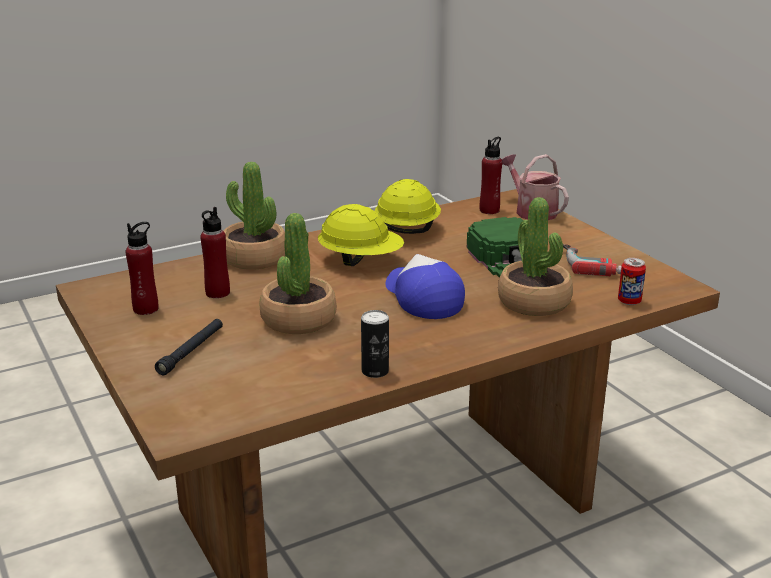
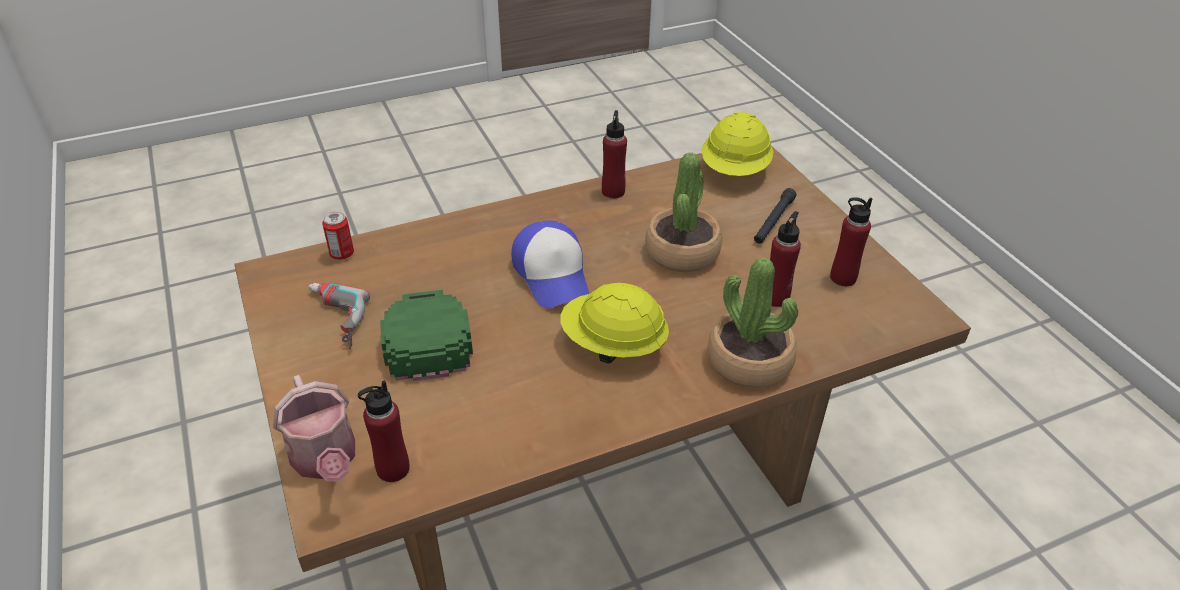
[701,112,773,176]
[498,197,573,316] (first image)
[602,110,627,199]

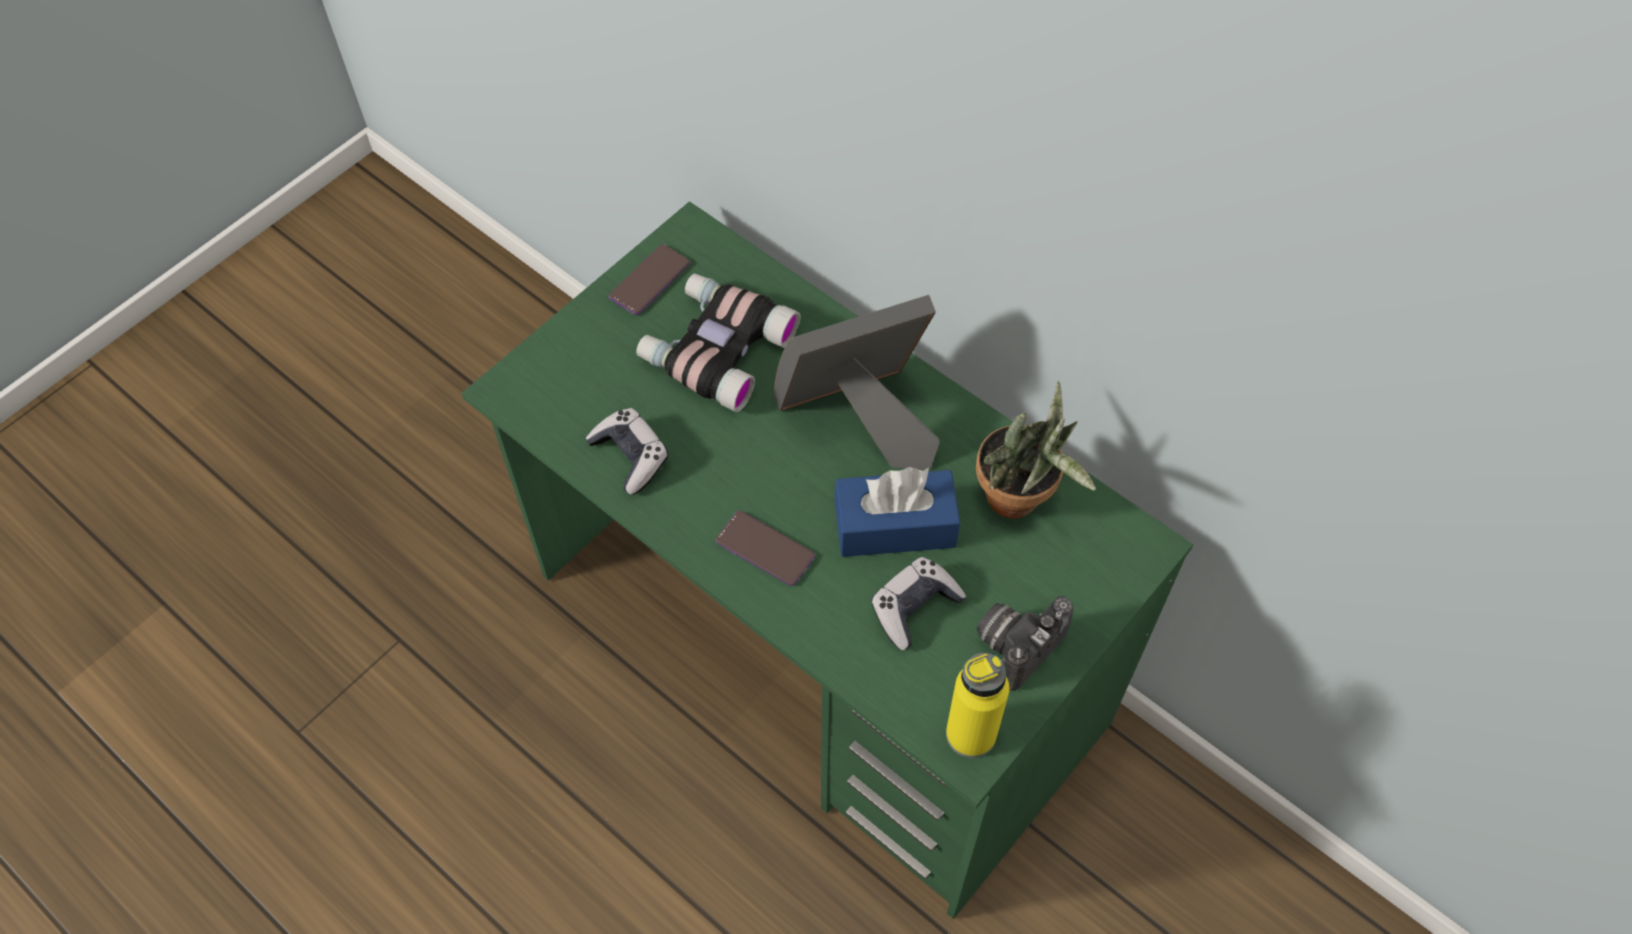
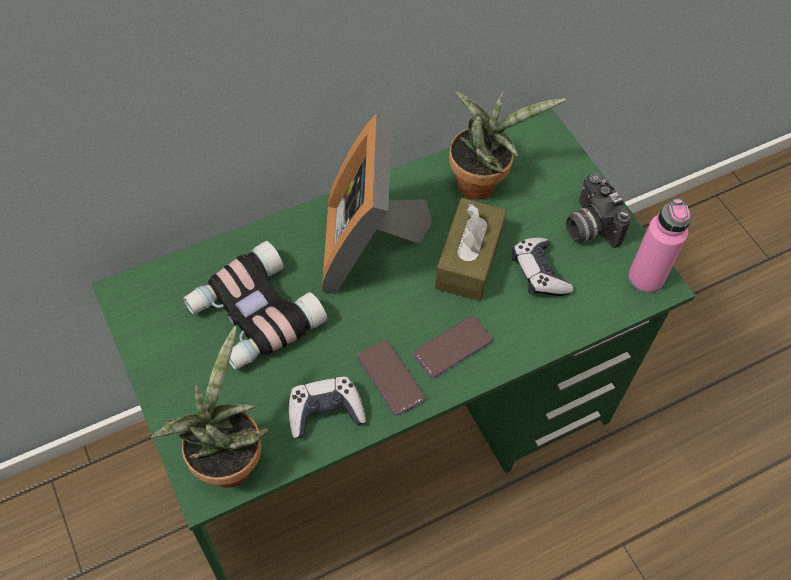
[358,340,425,415]
[435,198,507,301]
[628,199,692,294]
[150,326,268,488]

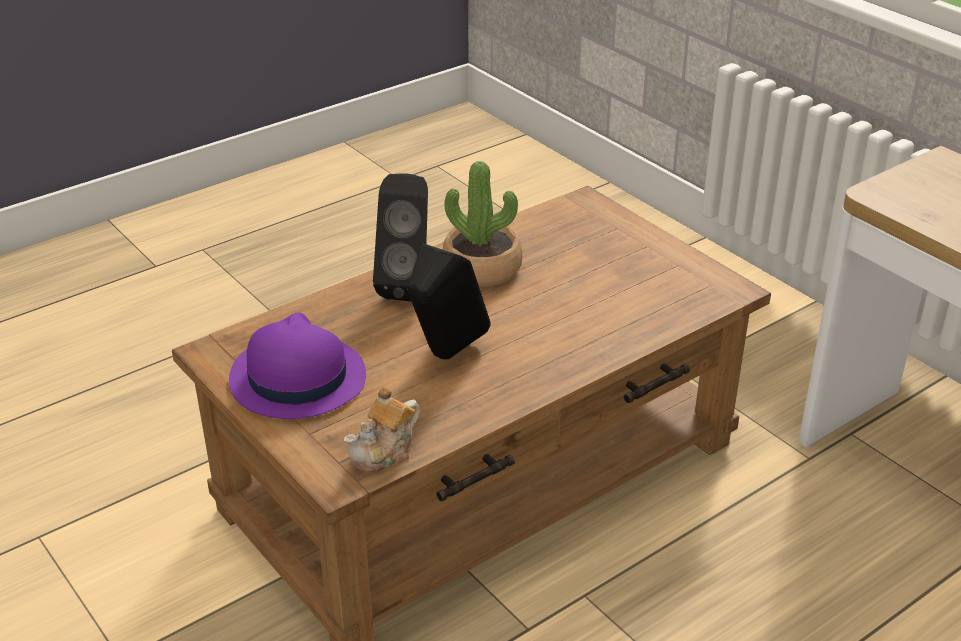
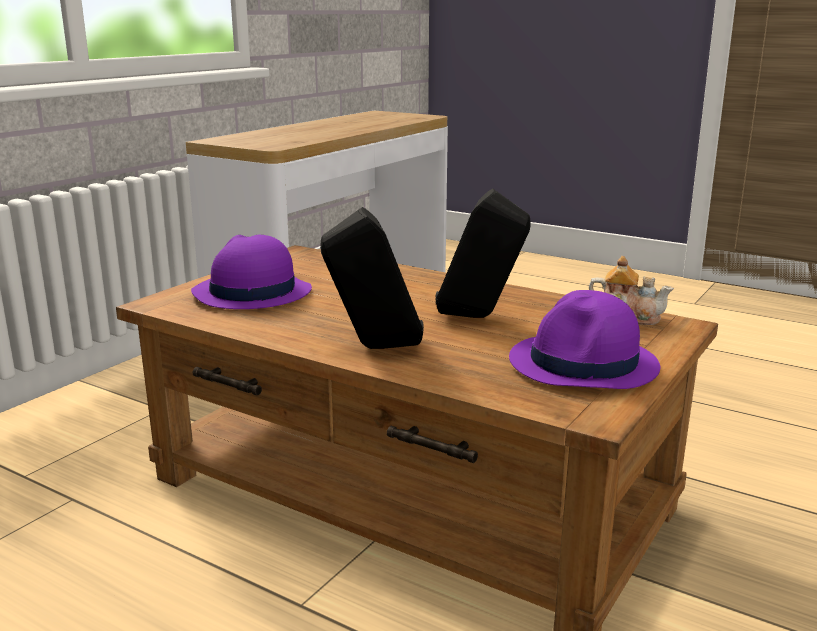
[443,161,522,286] (first image)
[191,235,312,309]

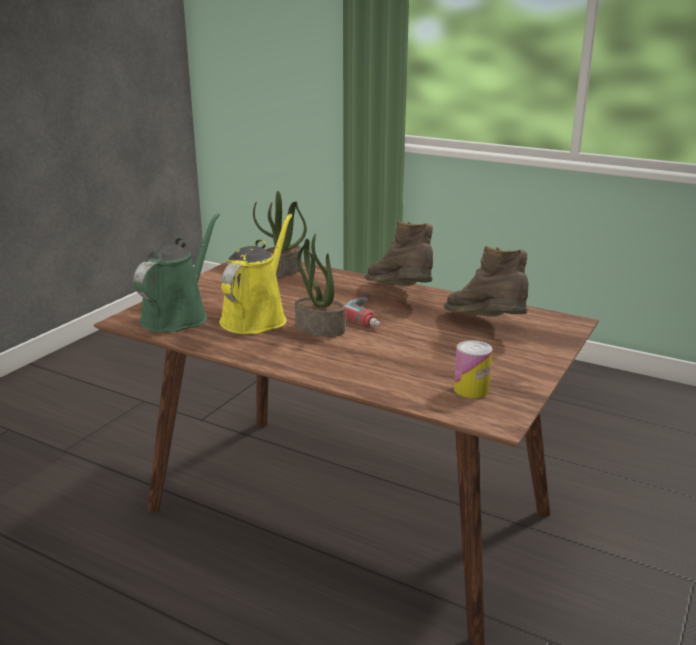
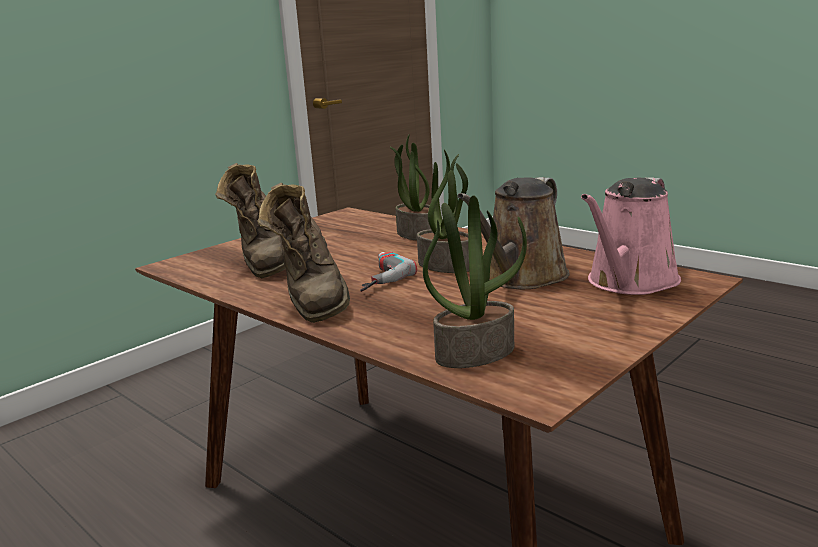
[581,177,681,295]
[457,177,570,289]
[454,340,492,398] (first image)
[390,135,431,241]

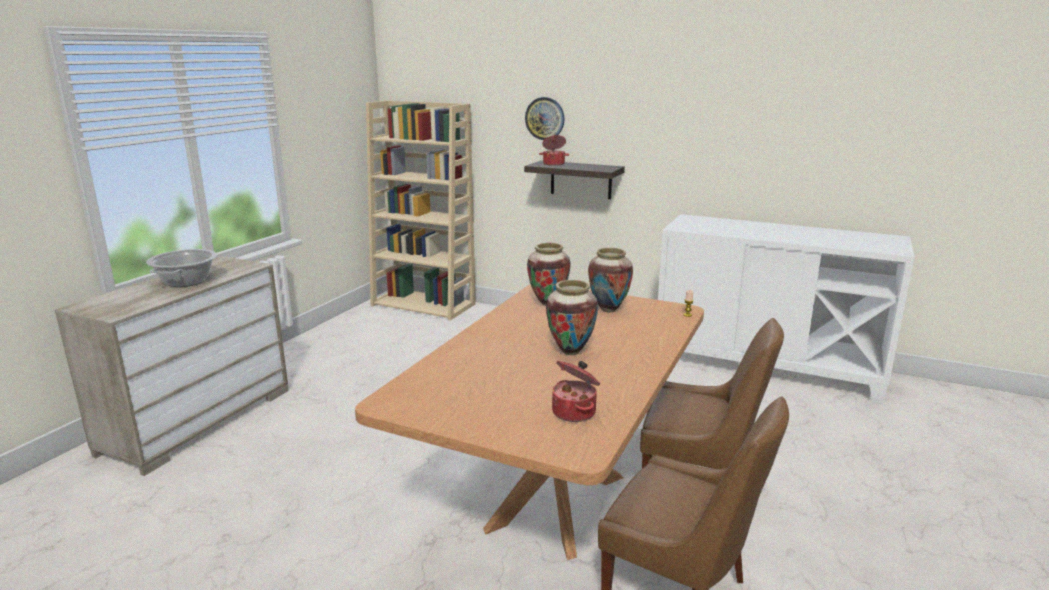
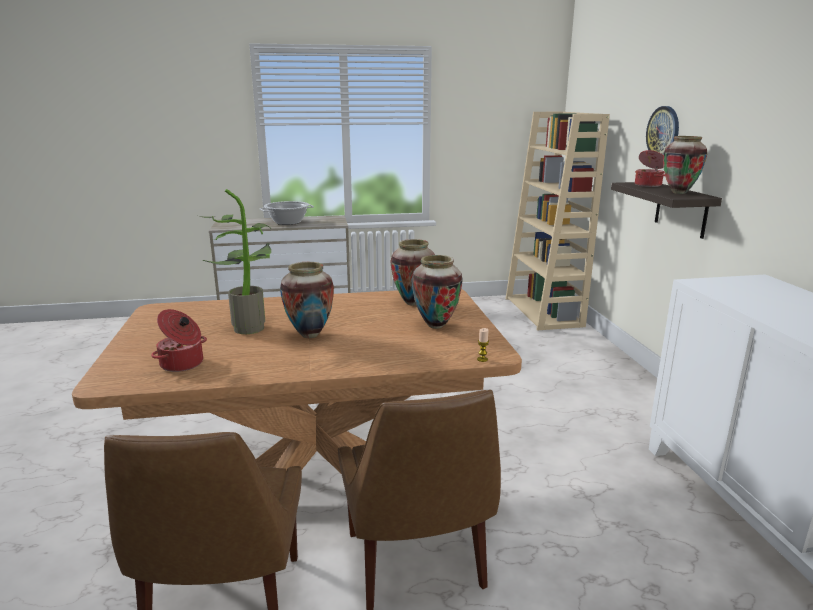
[663,136,707,194]
[196,189,271,334]

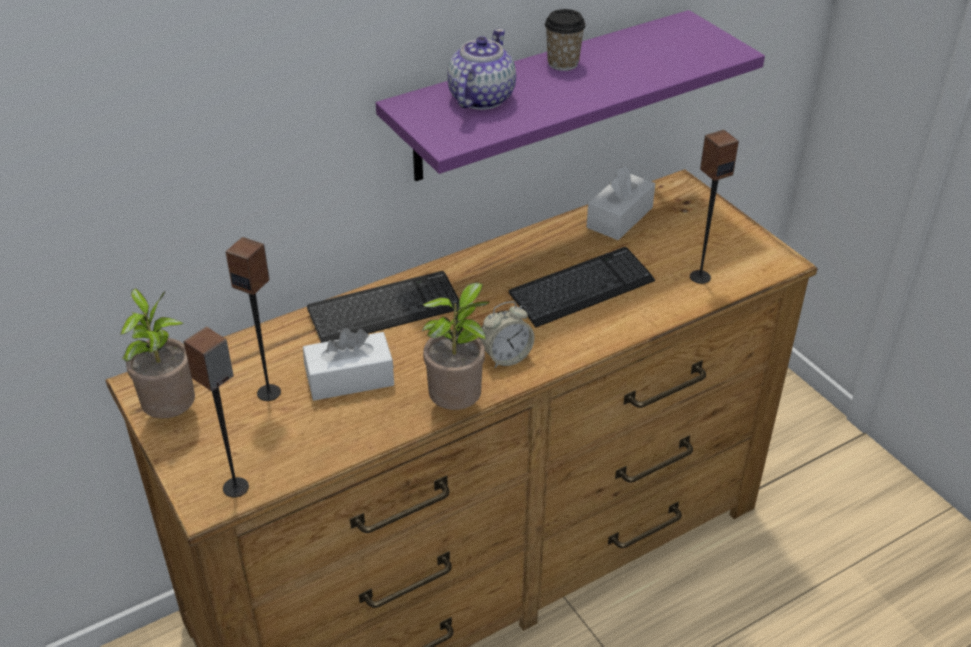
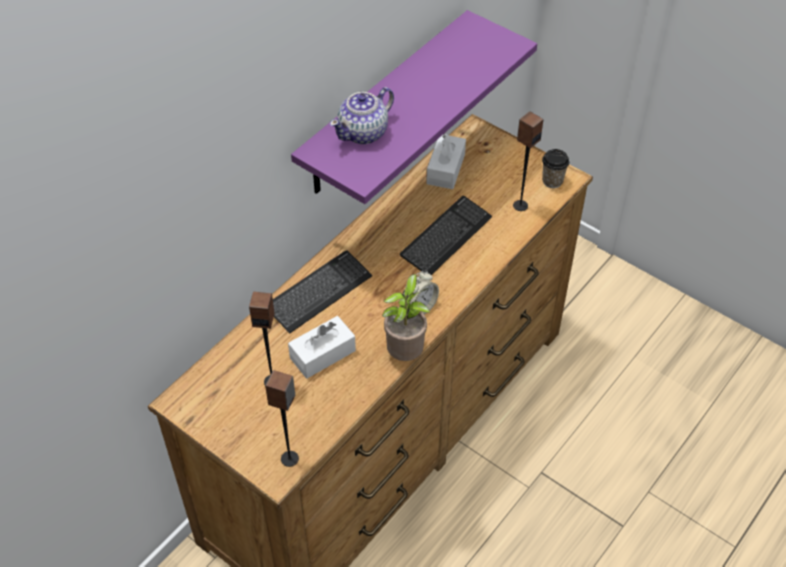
[542,149,569,188]
[330,87,394,144]
[120,288,195,419] (first image)

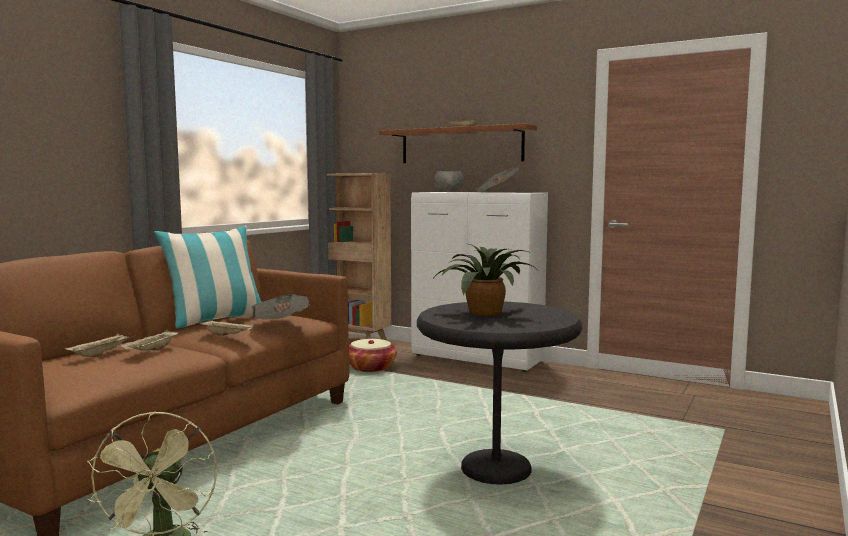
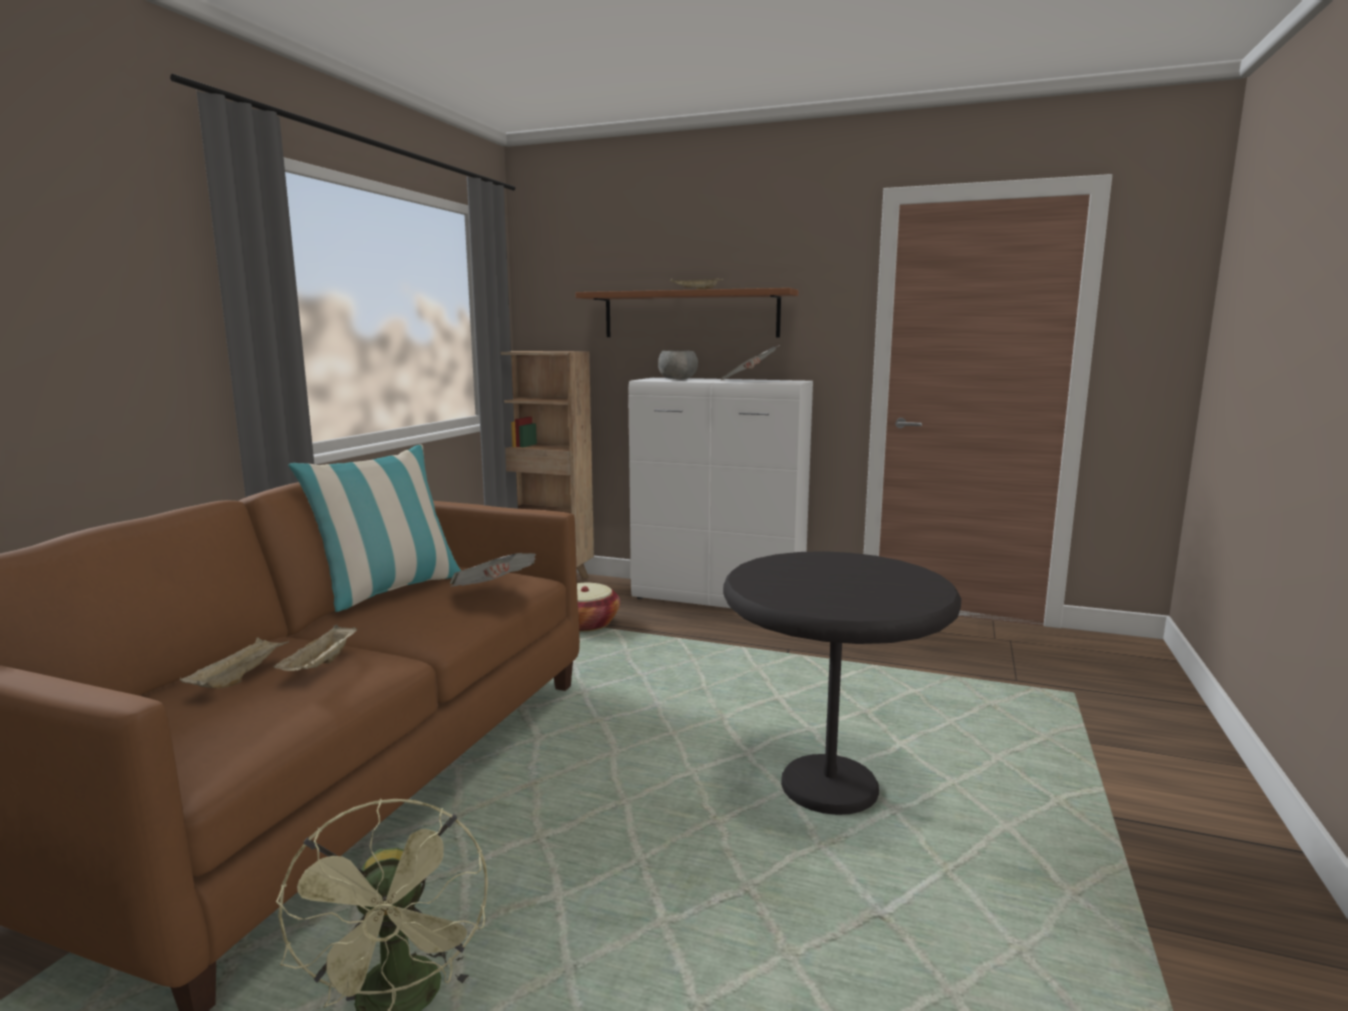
[434,244,537,316] (first image)
[200,320,255,336] (first image)

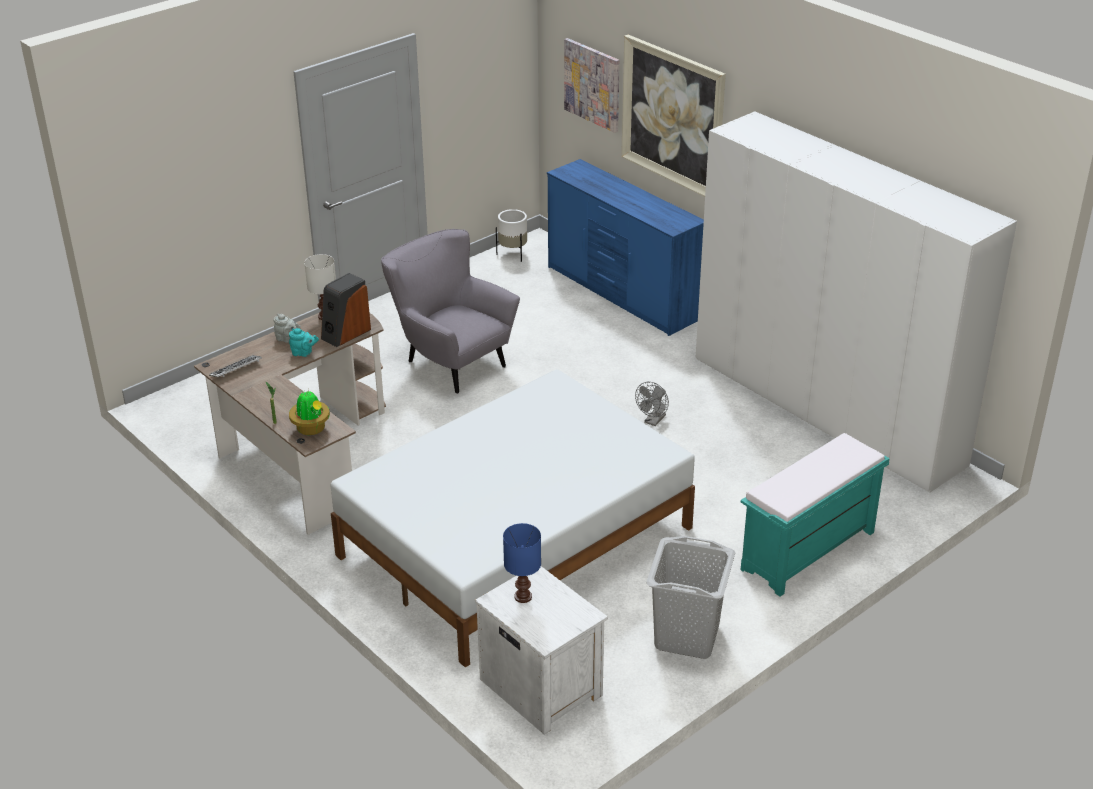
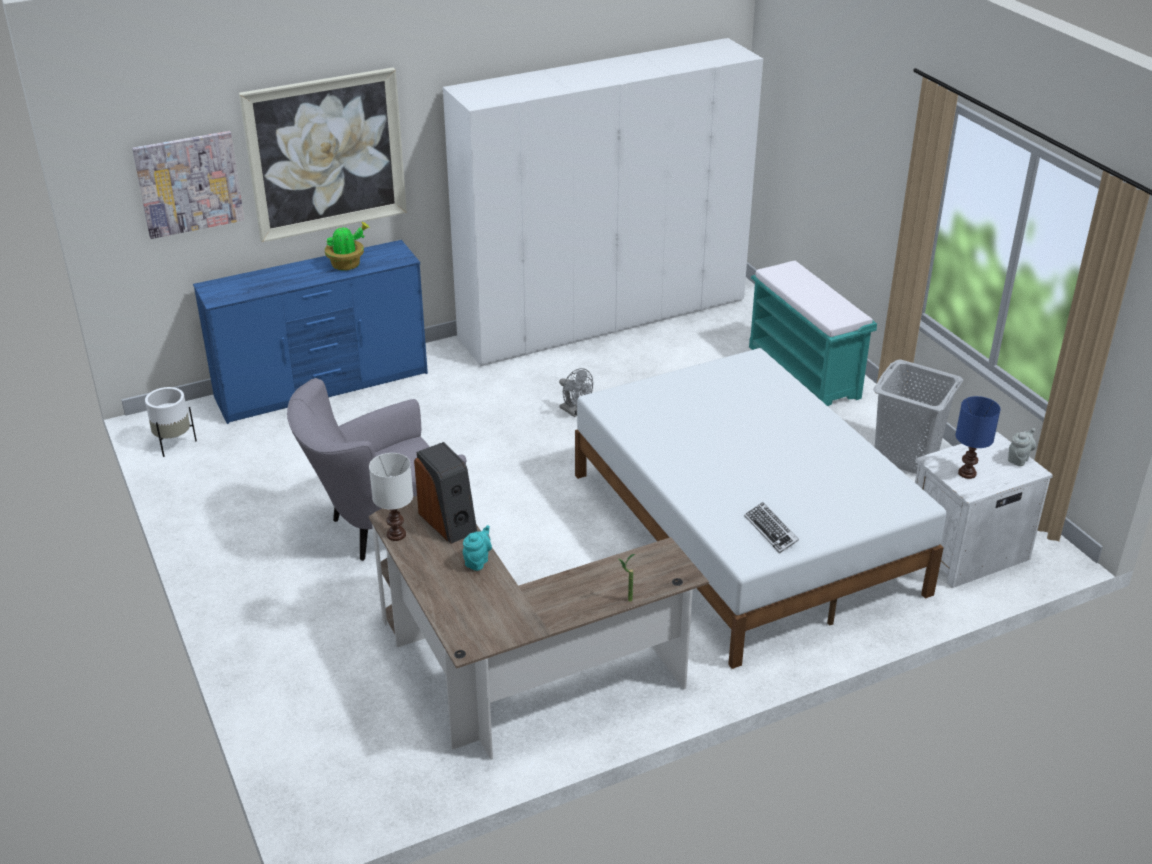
[1008,428,1036,466]
[744,502,799,553]
[324,222,370,271]

